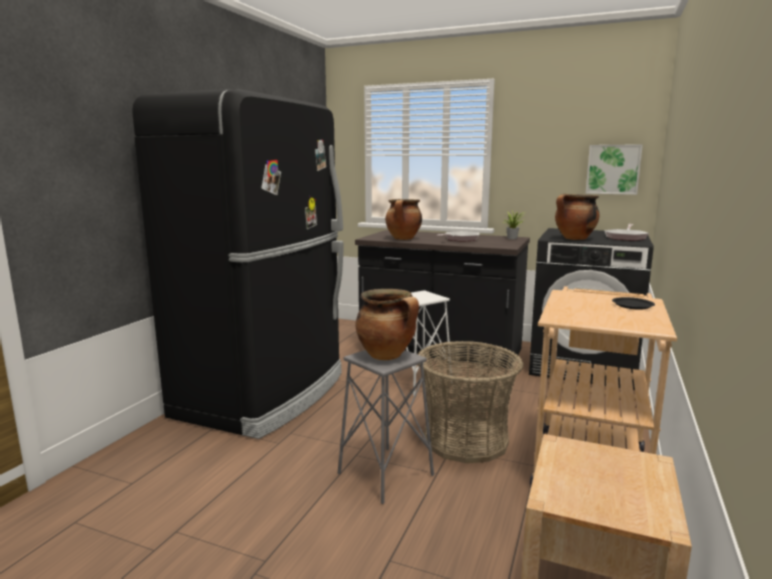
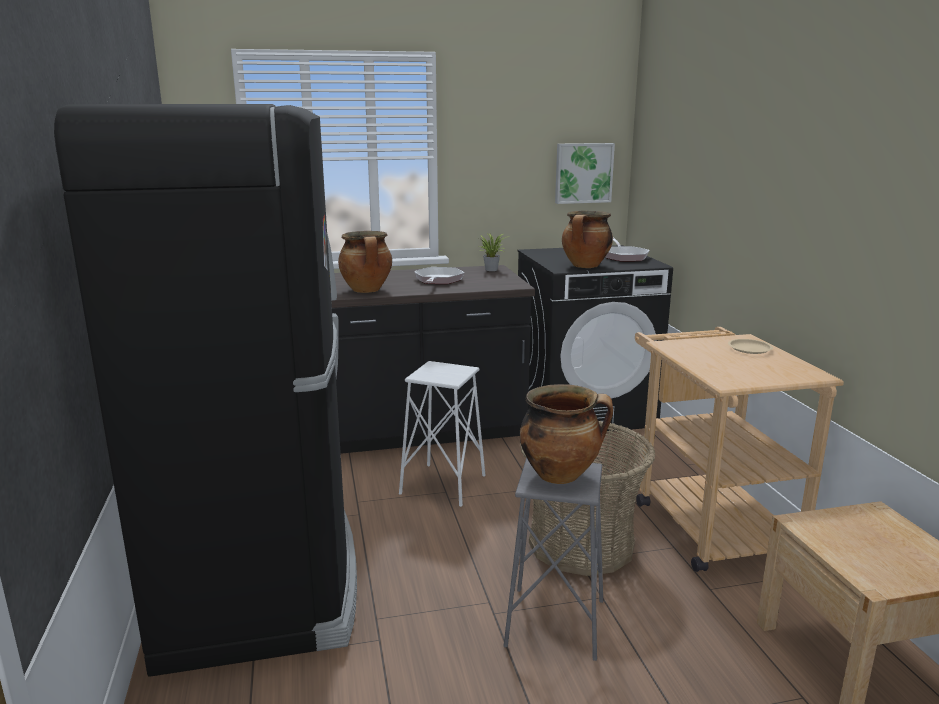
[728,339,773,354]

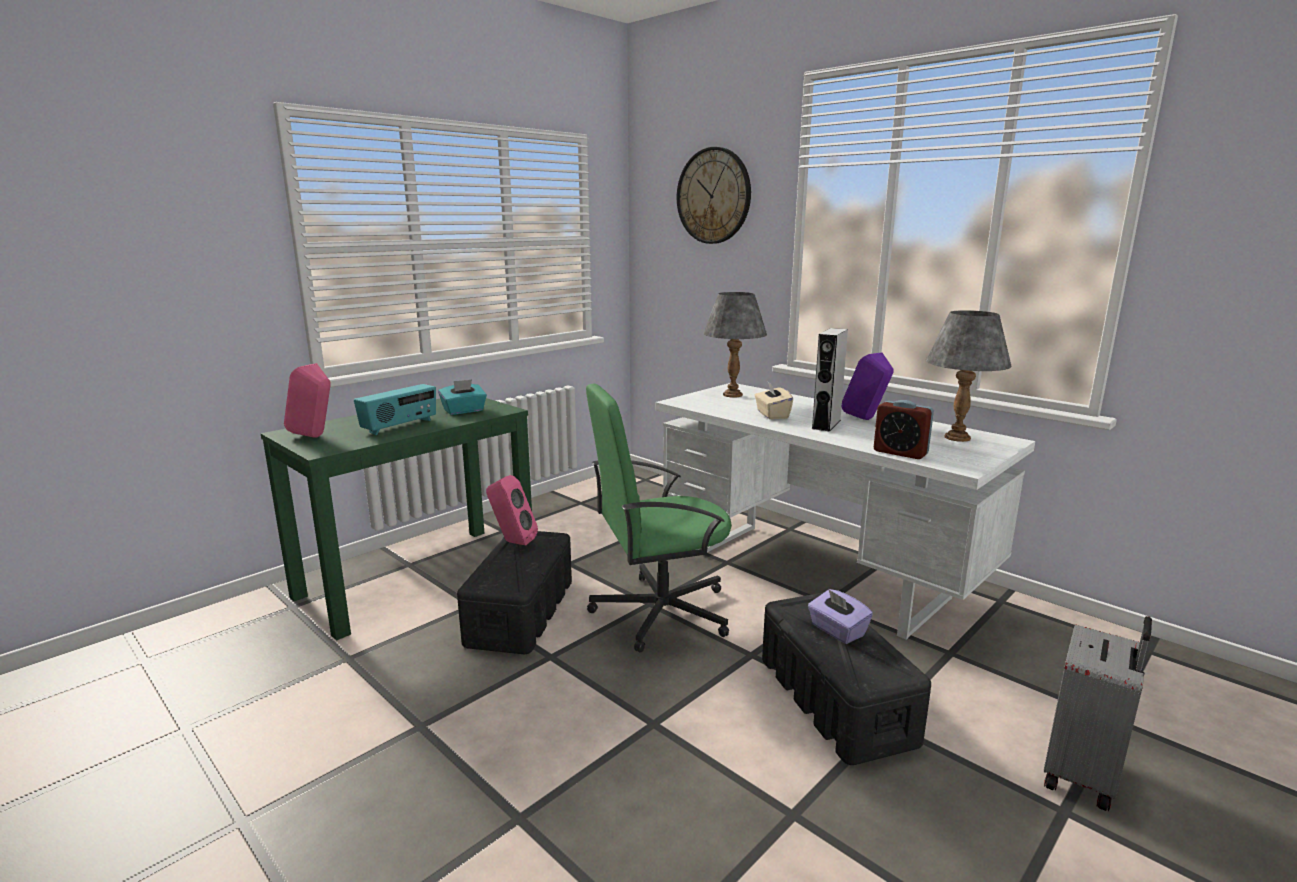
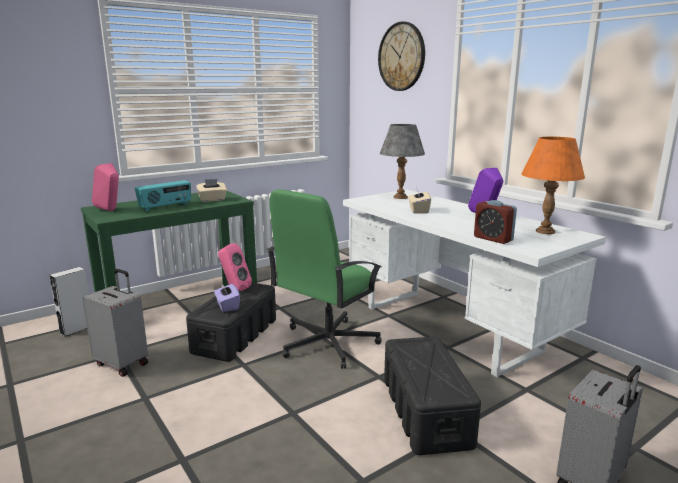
[522,137,585,234]
[50,267,89,337]
[196,179,227,202]
[267,189,382,369]
[214,283,240,312]
[82,269,148,377]

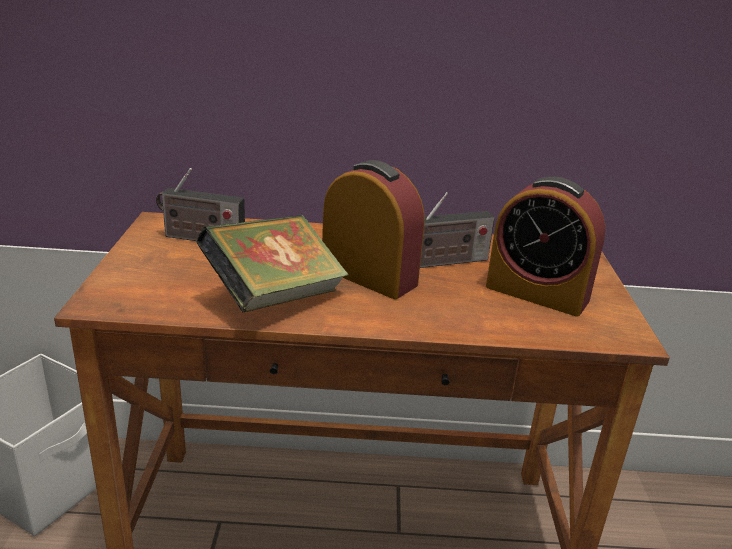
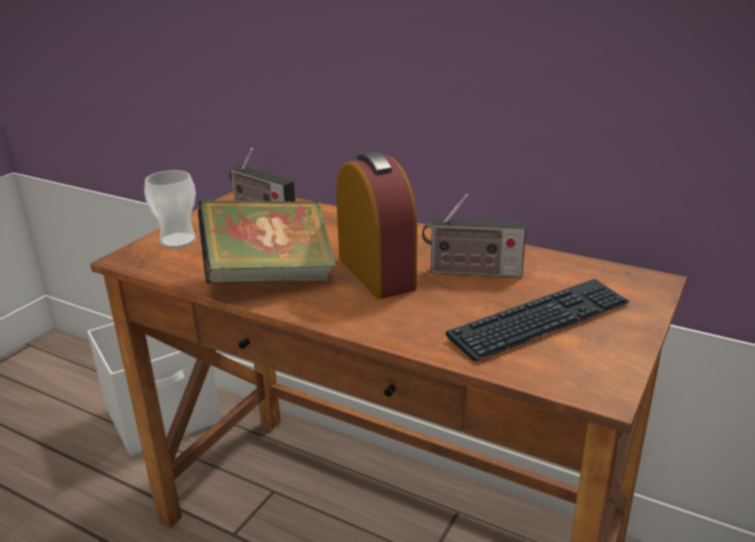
[446,279,629,361]
[144,170,196,248]

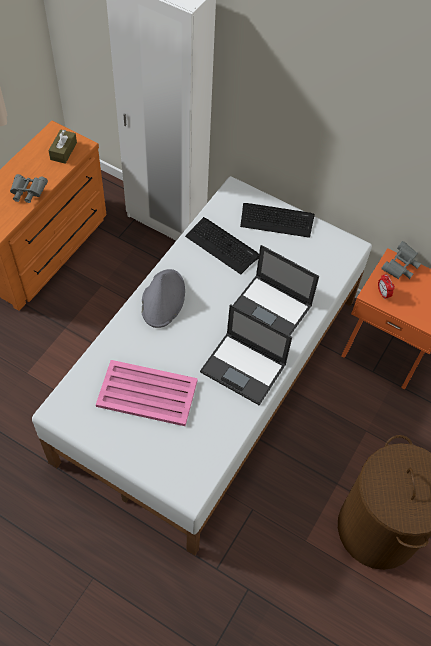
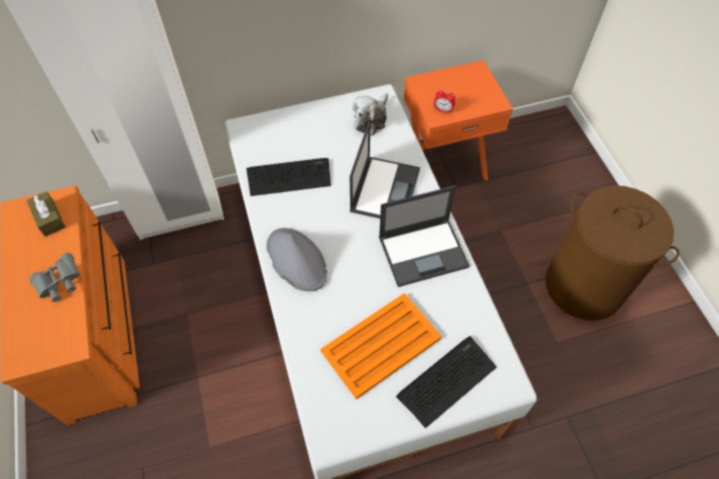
[396,336,497,428]
[381,241,421,279] (first image)
[349,121,420,219]
[320,293,442,399]
[353,93,388,136]

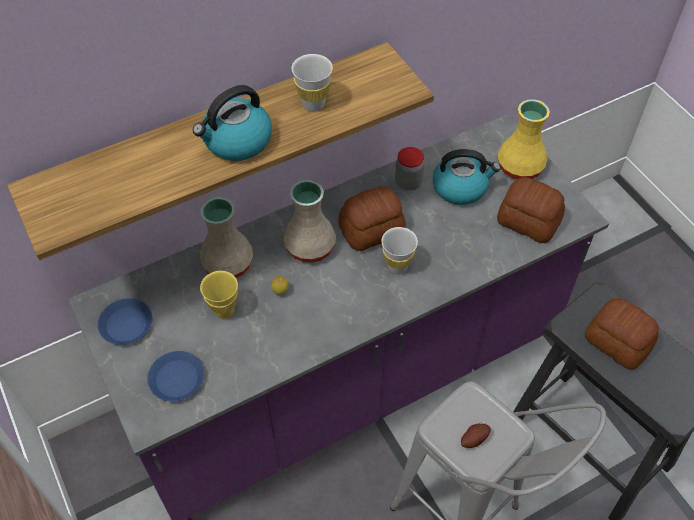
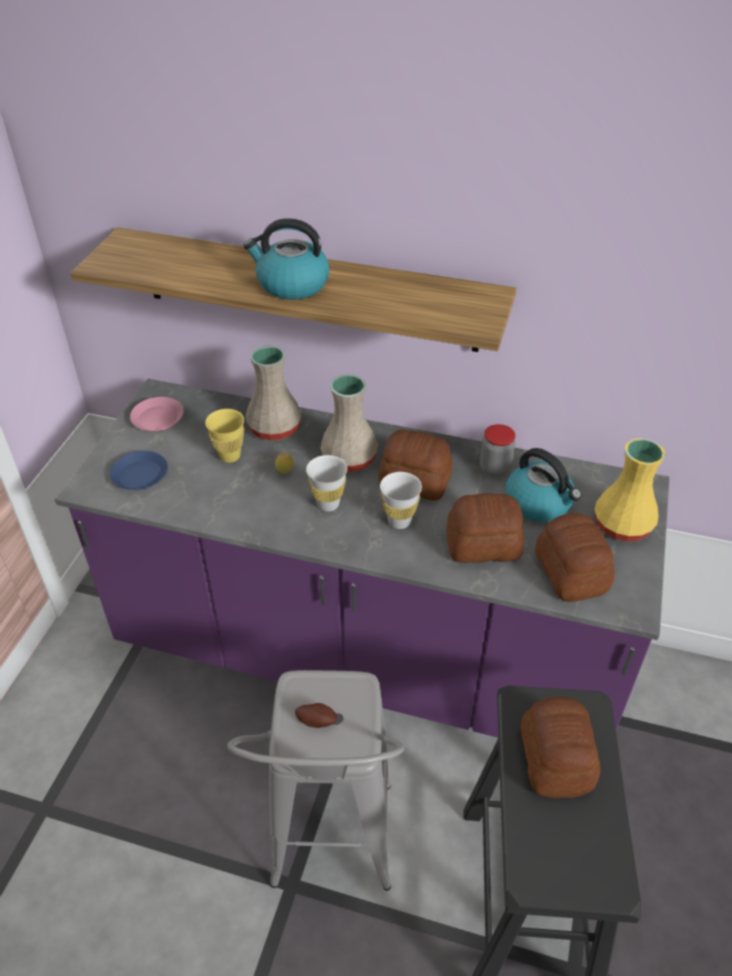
[306,455,347,512]
[130,397,184,432]
[447,493,524,563]

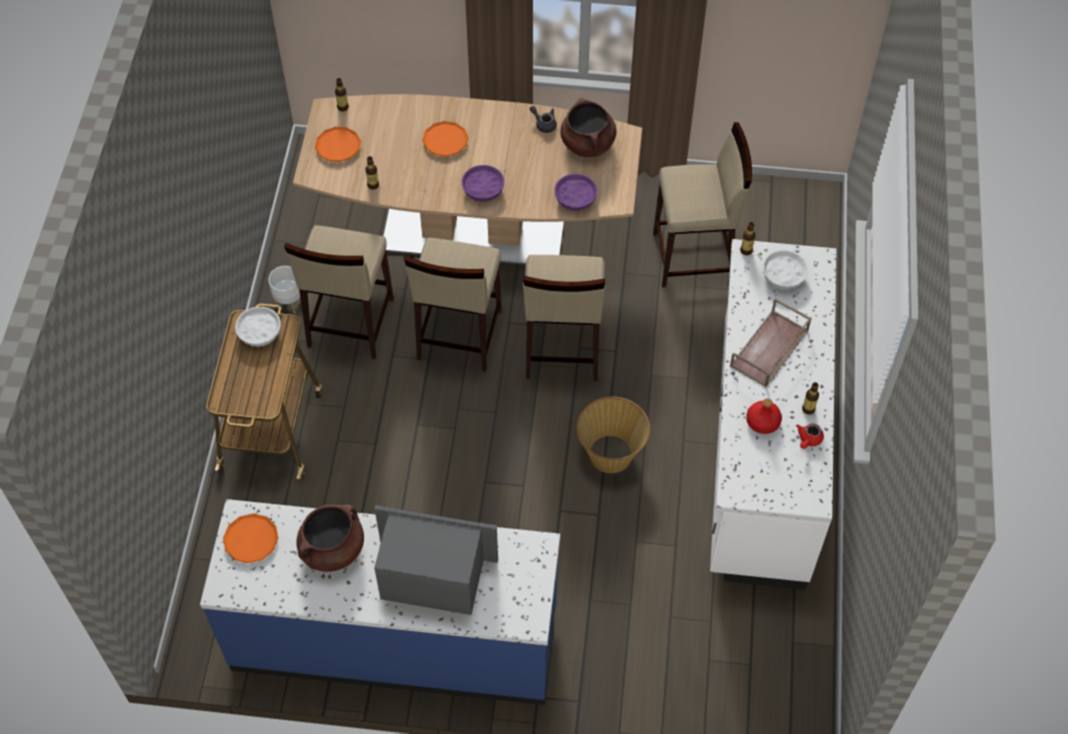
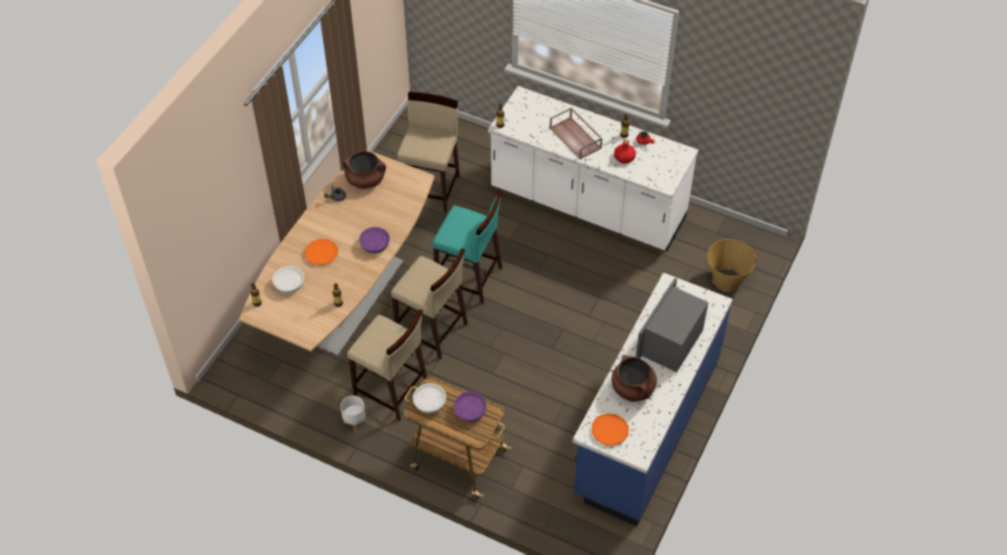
[315,127,361,162] (first image)
[453,392,487,422]
[272,266,304,293]
[432,191,502,304]
[707,239,756,291]

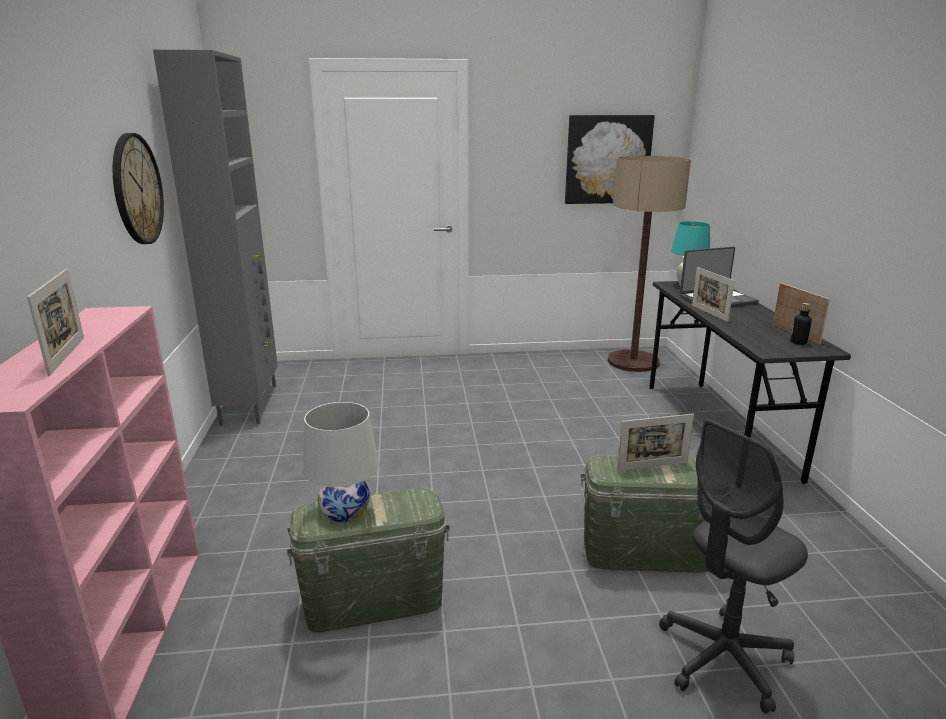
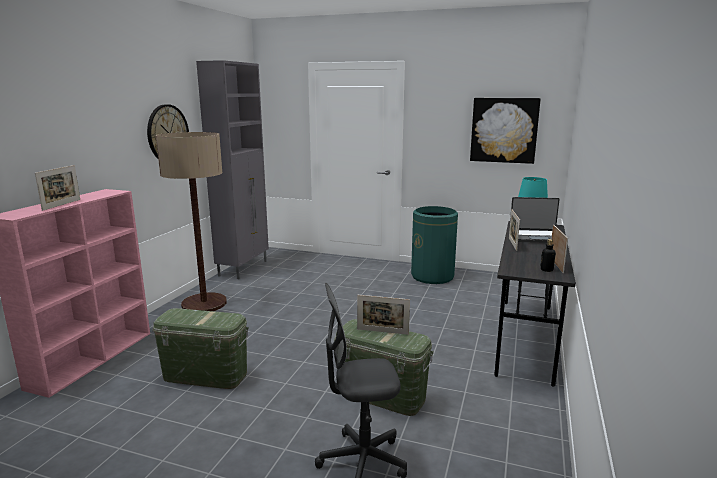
[156,132,227,311]
[303,402,379,522] (first image)
[411,206,458,284]

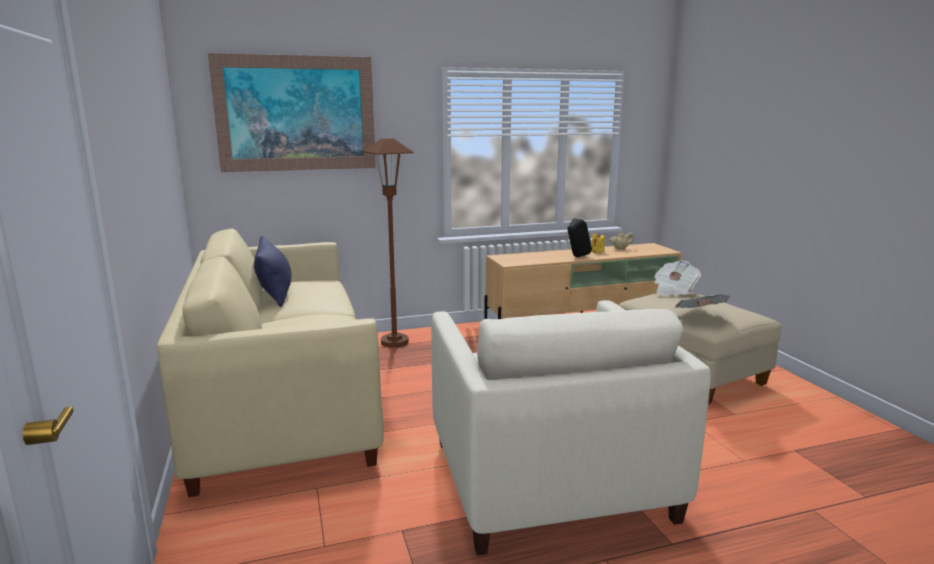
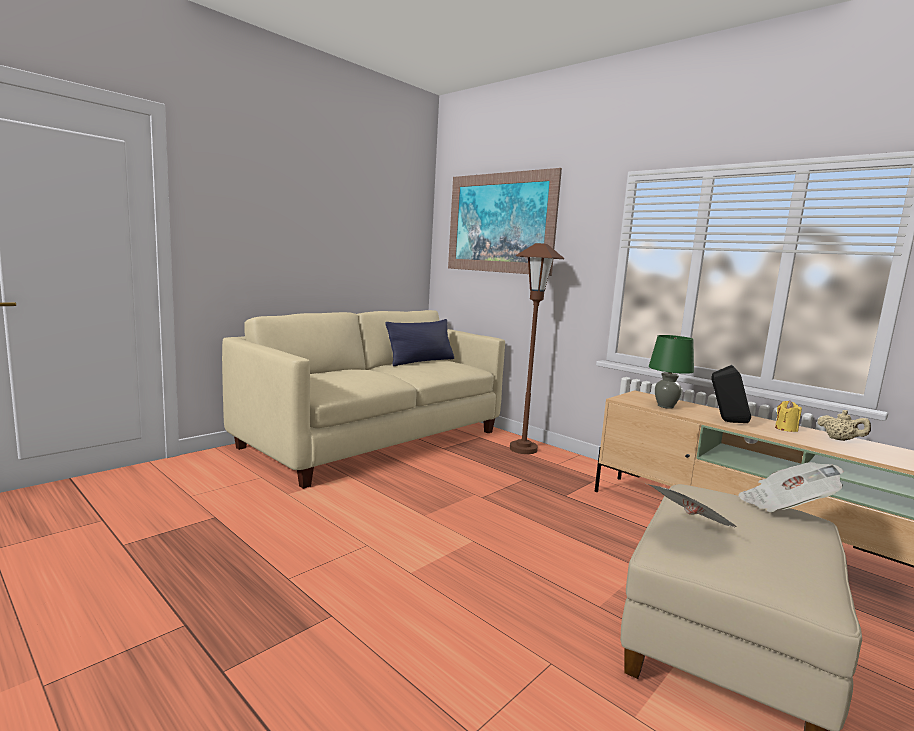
[431,300,711,556] (first image)
[649,335,694,409]

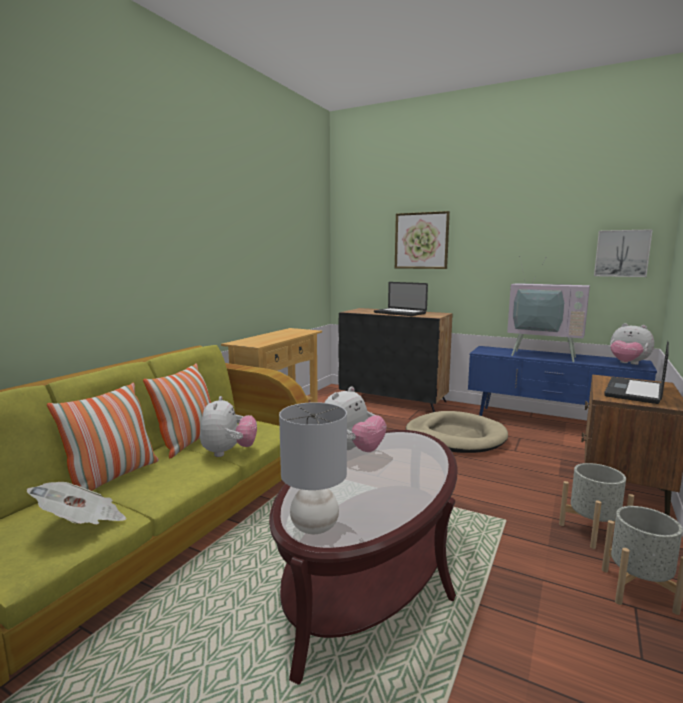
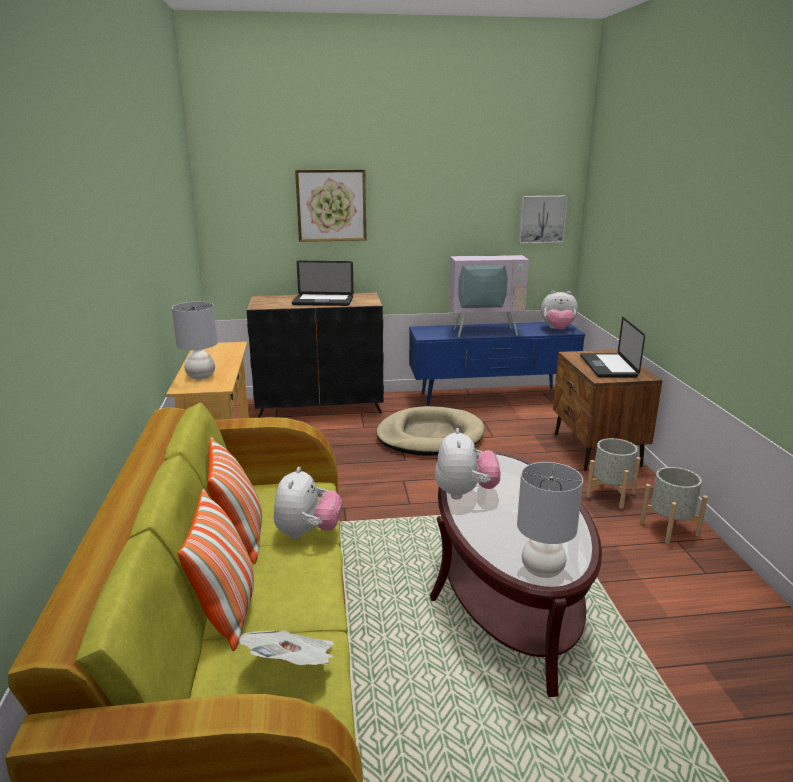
[274,467,342,540]
[172,302,218,379]

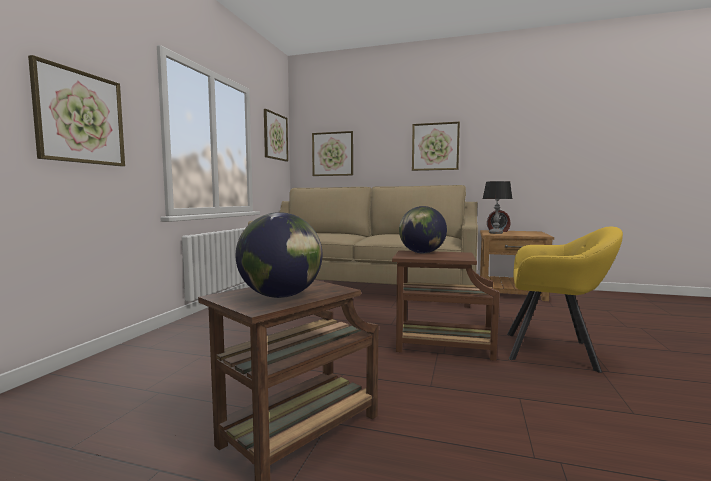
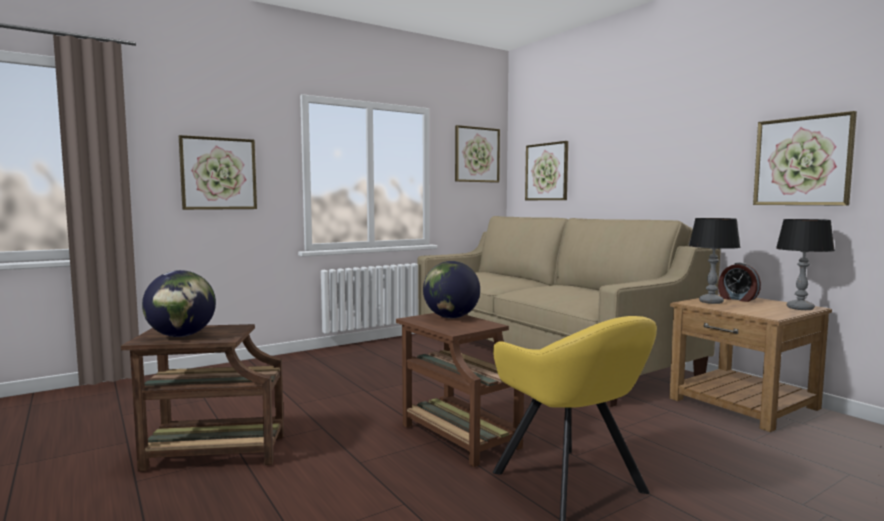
[753,111,857,206]
[776,219,835,310]

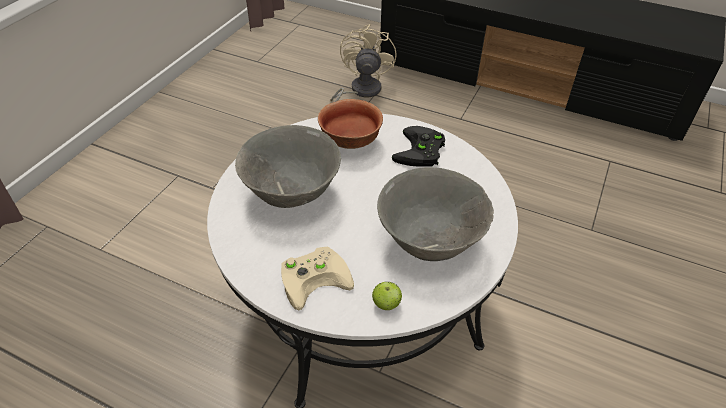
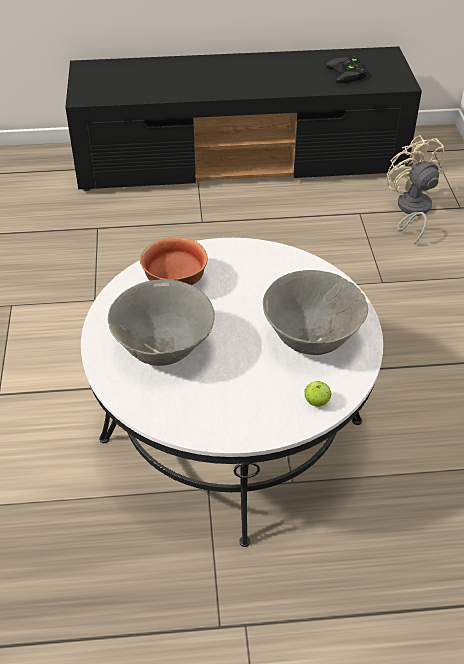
[387,135,445,245]
[326,56,367,83]
[281,247,354,310] (first image)

